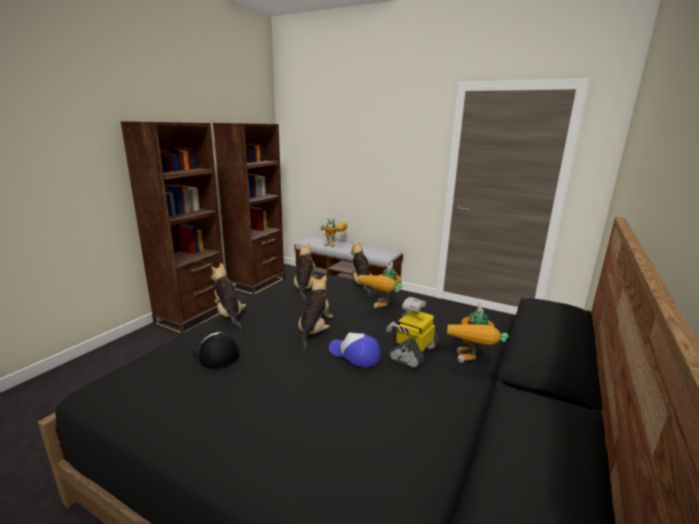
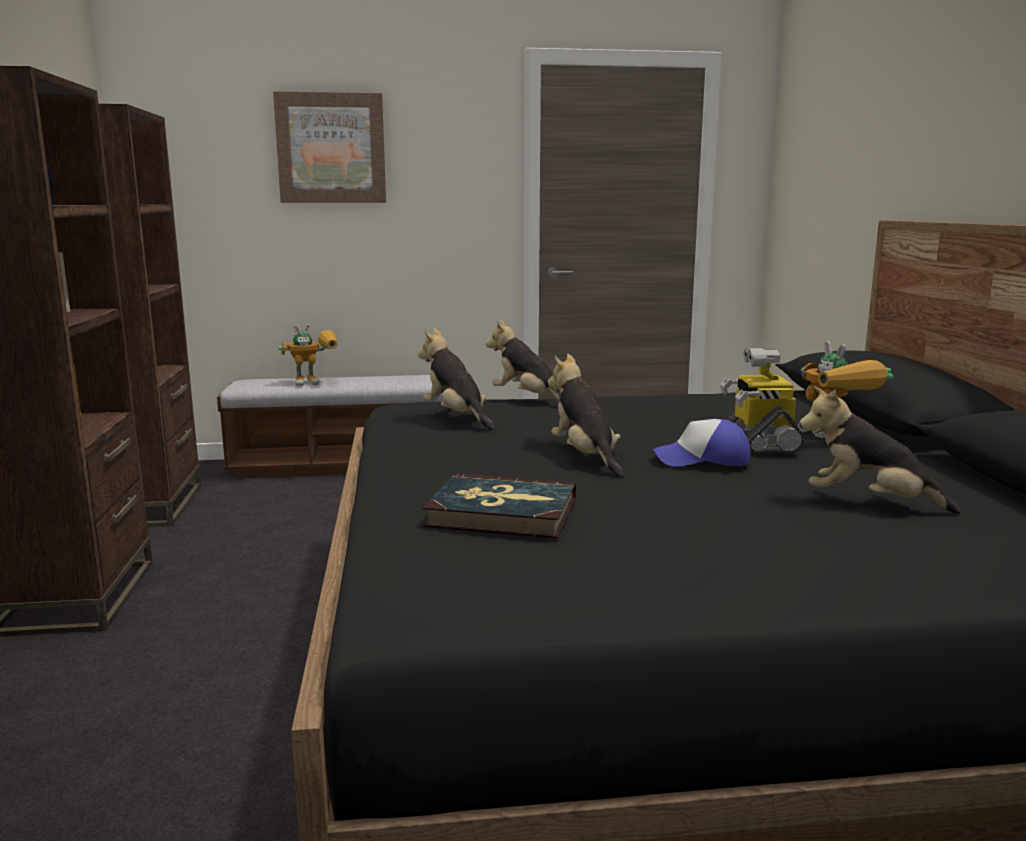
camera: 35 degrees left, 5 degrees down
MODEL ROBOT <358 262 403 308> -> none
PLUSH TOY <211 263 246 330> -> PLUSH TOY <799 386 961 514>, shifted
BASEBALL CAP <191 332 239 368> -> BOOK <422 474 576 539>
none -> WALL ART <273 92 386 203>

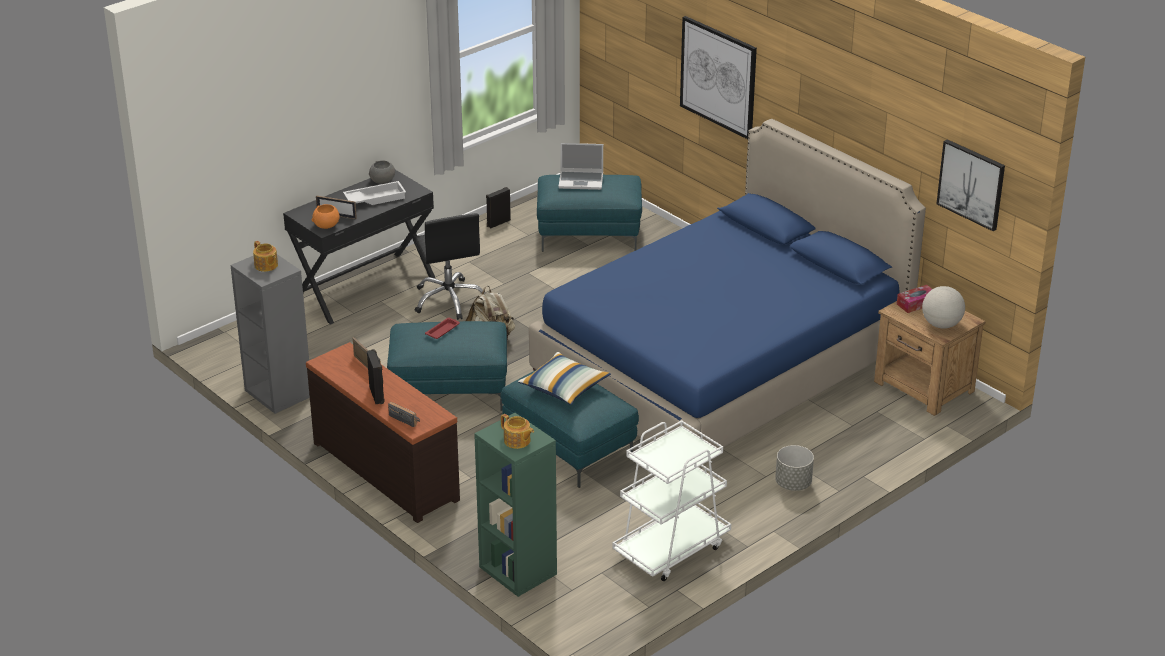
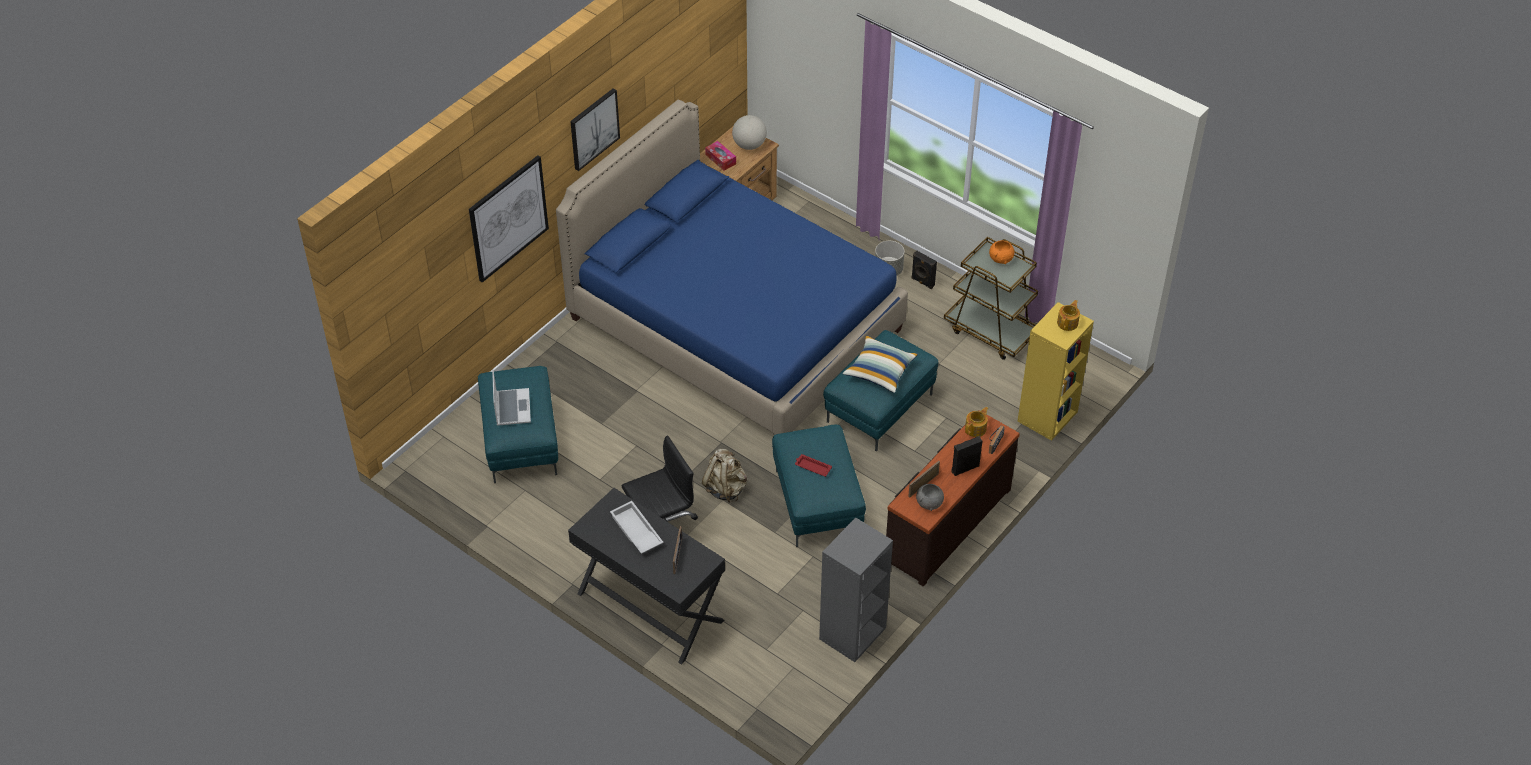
camera: 100 degrees left, 15 degrees up
WALL ART <936 140 1005 231> -> WALL ART <570 88 620 171>, shifted
GRAY BOWL <369 160 395 184> -> GRAY BOWL <916 484 944 511>, shifted
BLACK LOUDSPEAKER <486 187 511 228> -> BLACK LOUDSPEAKER <911 251 937 289>, shifted
ORANGE-COLOURED BOWL <312 204 340 229> -> ORANGE-COLOURED BOWL <989 240 1014 264>, shifted
TEA POT <253 241 278 272> -> TEA POT <965 407 988 437>, shifted
GREEN BOOKCASE <474 413 557 597> -> YELLOW-COLOURED BOOKCASE <1017 302 1094 441>
WHITISH WHEELED CART <612 420 731 581> -> BROWN WHEELED CART <944 237 1038 360>

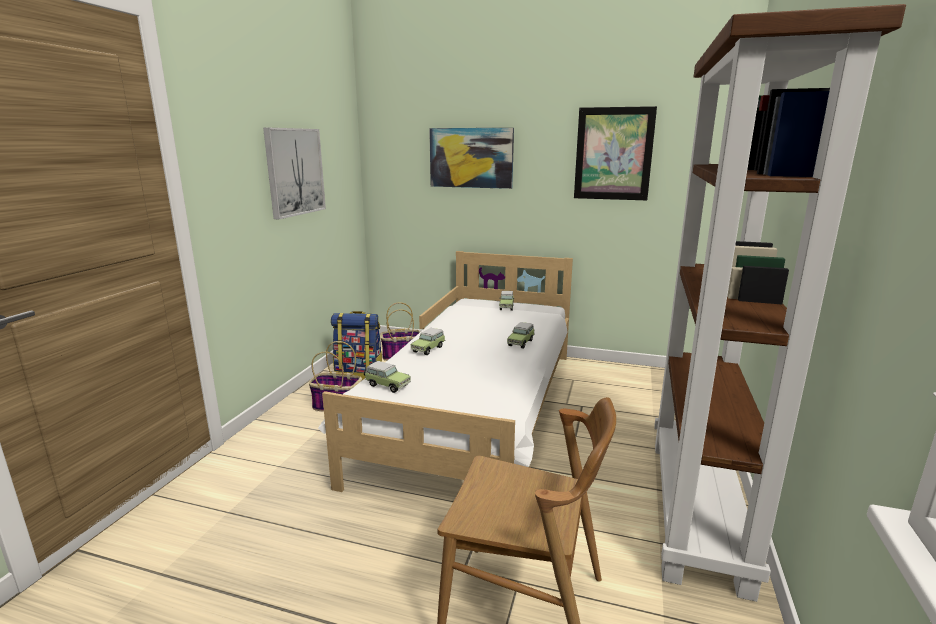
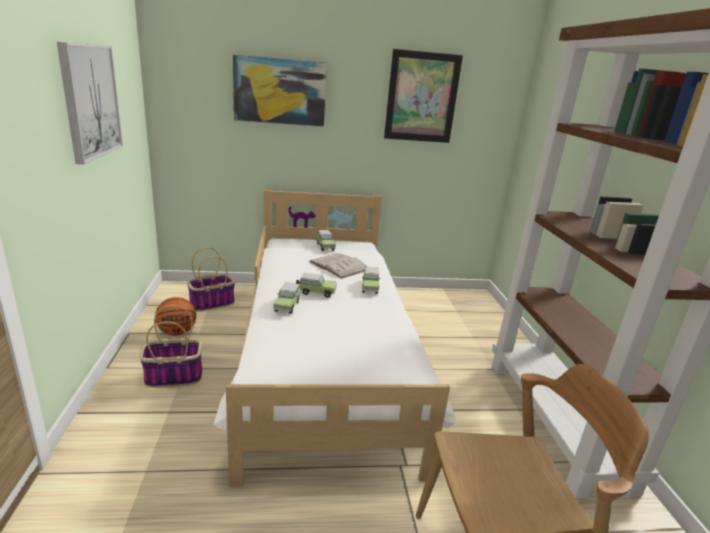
camera: 25 degrees left, 5 degrees up
KNAPSACK <331 311 382 380> -> BALL FOR BASKETBALL <156 297 196 336>
MODEL CAR <364 361 411 393> -> MODEL CAR <296 273 337 298>, shifted
none -> WHITISH BOOK <309 253 367 279>

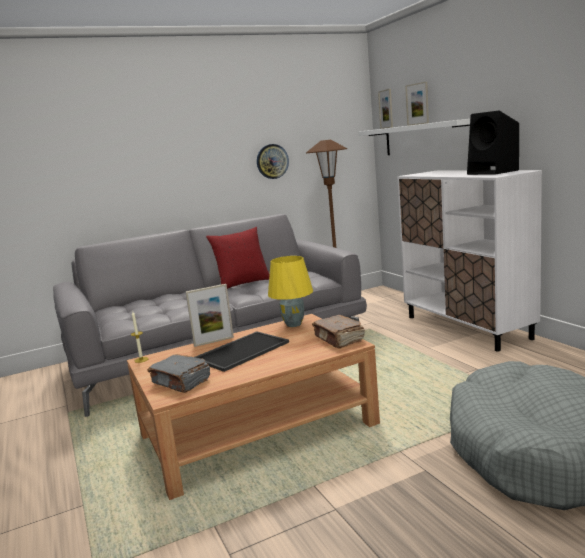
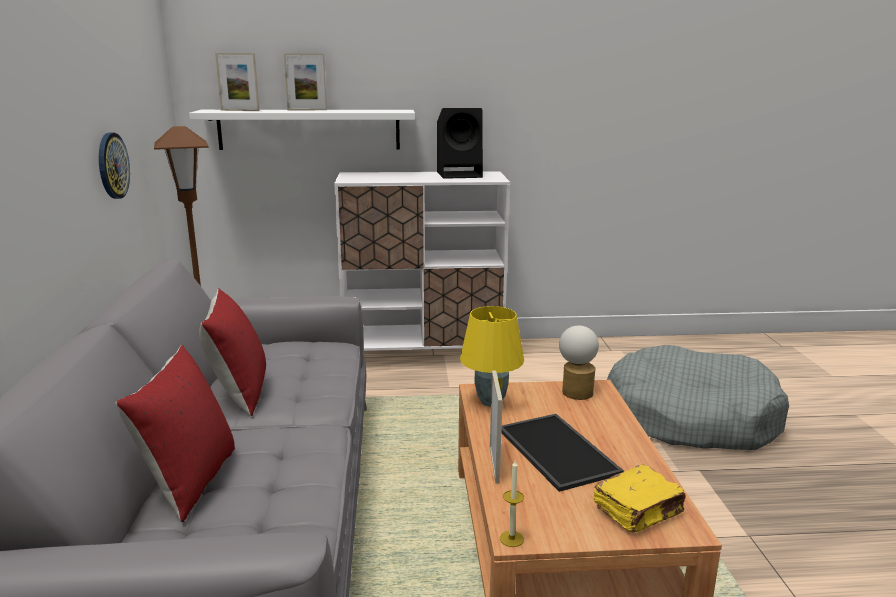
camera: 70 degrees left, 5 degrees up
BROWN BOOK <312 315 365 348> -> TABLETOP LAMP <559 325 599 400>
GRAY BOOK <147 354 210 393> -> YELLOW-COLOURED BOOK <593 465 686 532>
none -> RED-COLOURED THROW PILLOW <116 345 235 522>

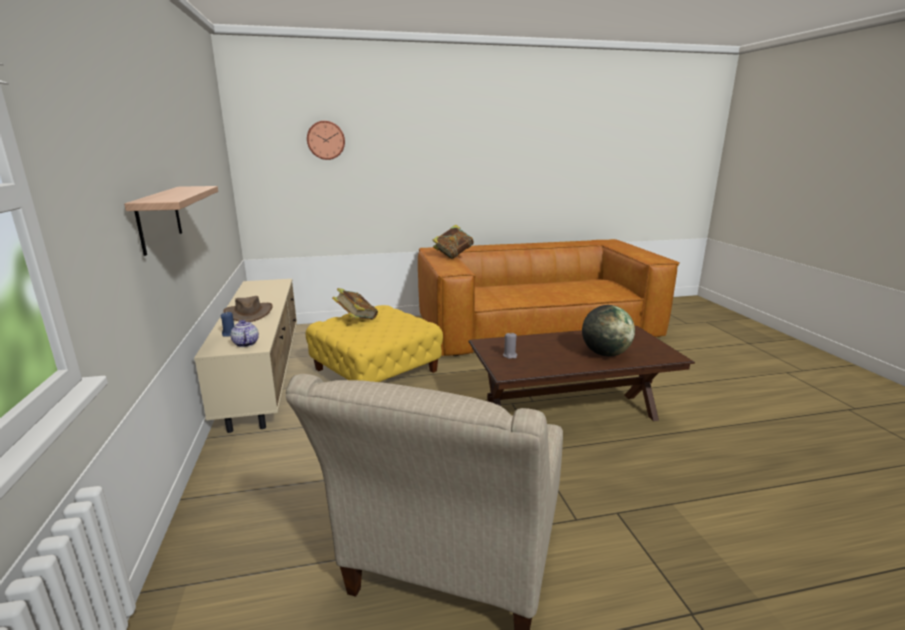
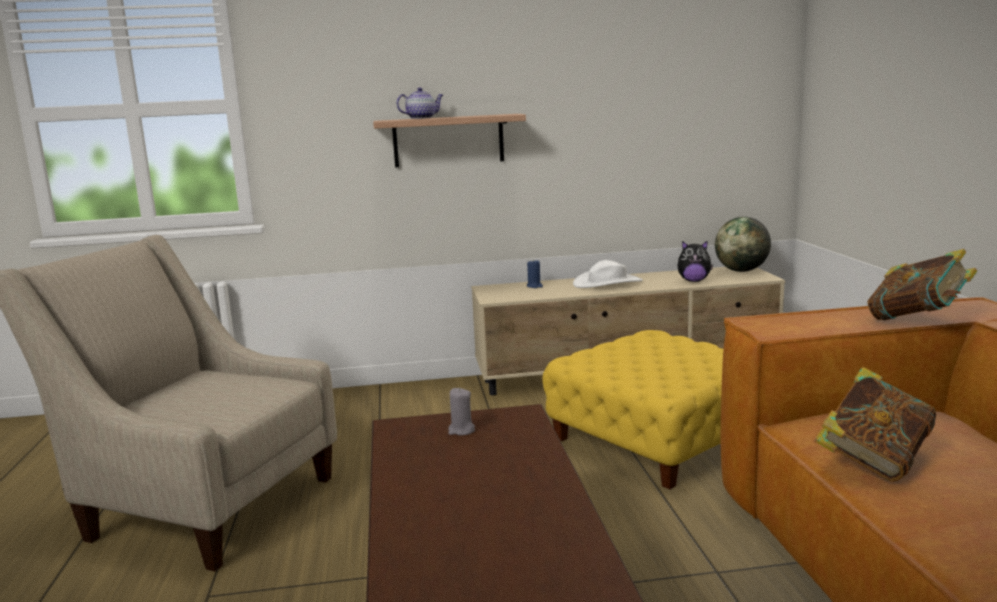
camera: 95 degrees right, 5 degrees down
WALL CLOCK <307 121 345 160> -> none
BOOK <332 288 378 320> -> BOOK <814 367 936 482>, shifted
BROWN WEARABLE HAT <223 296 272 322> -> WHITISH WEARABLE HAT <573 260 643 288>
GLOBE <582 305 635 356> -> GLOBE <715 217 771 272>, shifted
TEA POT <231 320 259 347> -> TEA POT <396 88 443 119>, shifted
none -> PLUSH TOY <677 241 713 282>

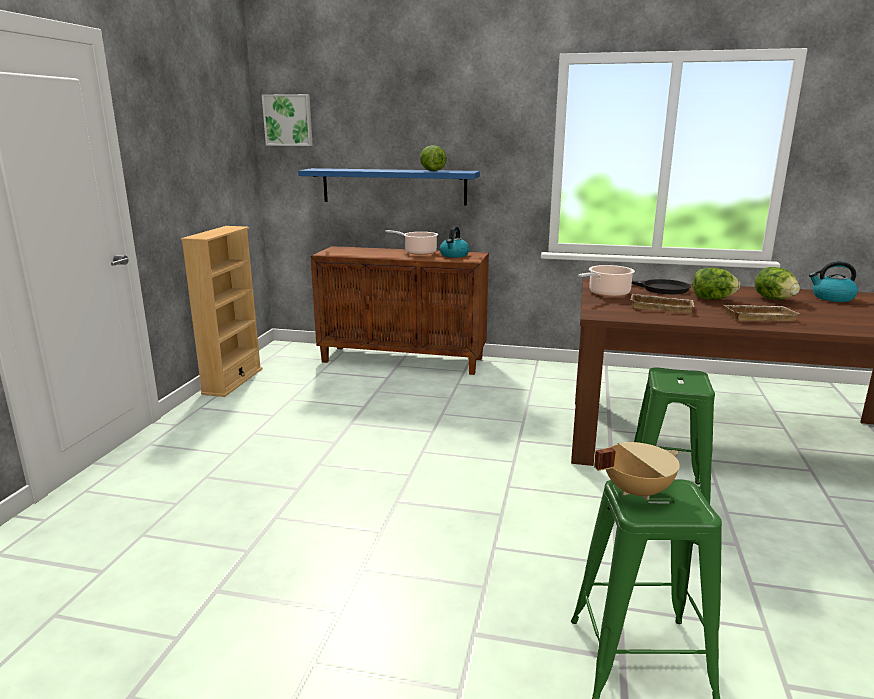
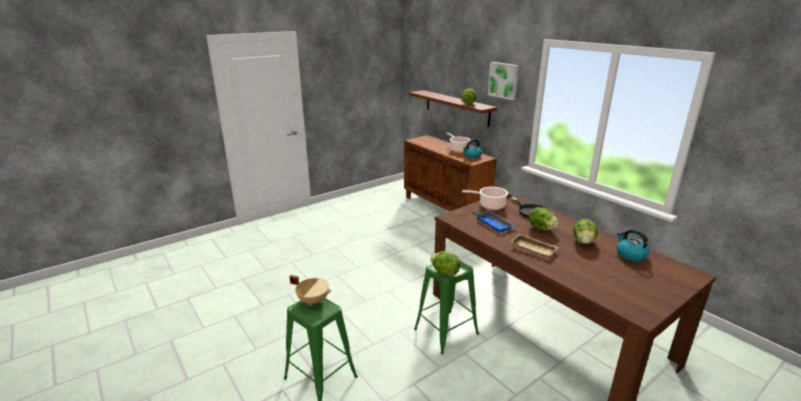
camera: 40 degrees right, 5 degrees up
WALL ART <262 94 313 146> -> WALL ART <488 62 519 100>, shifted
BLUISH WALL SHELF <298 168 480 206> -> BROWN WALL SHELF <409 90 497 127>
SAND-COLOURED BOOKCASE <181 226 262 397> -> none
SAND-COLOURED TRAY <630 294 694 313> -> BLUISH TRAY <476 210 515 233>
none -> LETTUCE <431 251 461 277>

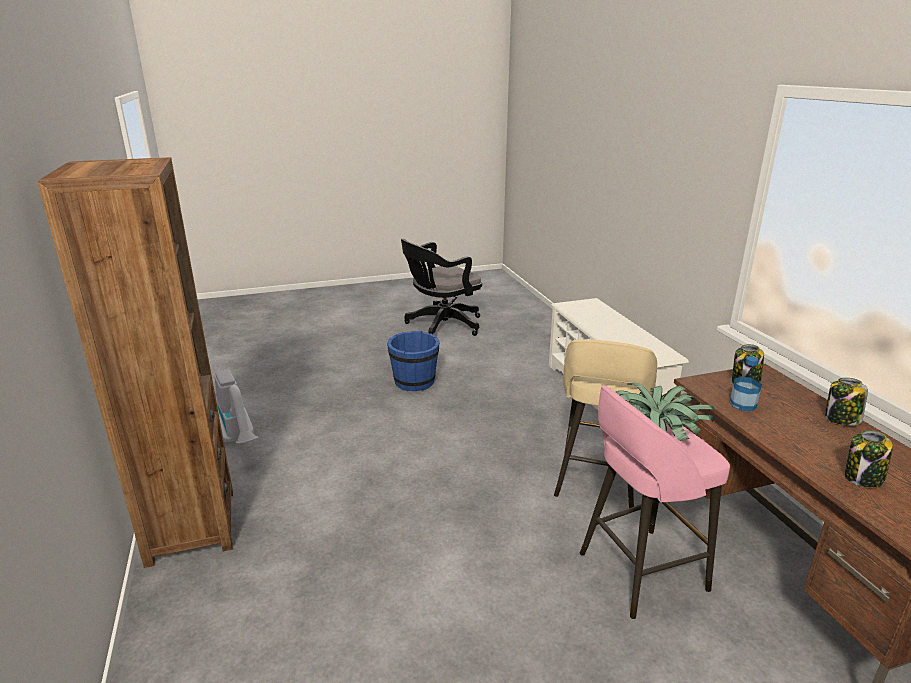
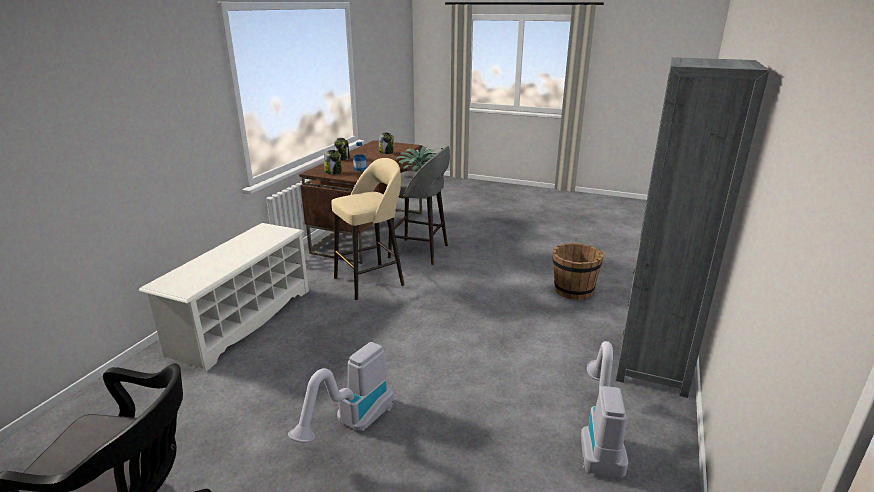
camera: 140 degrees left, 0 degrees up
BROWN BOOKCASE <37 157 233 568> -> GRAY BOOKCASE <616 57 770 398>
BLUISH WATER BUCKET <387 331 440 391> -> VACUUM <288 342 393 443>
PINK-COLOURED STOOL SEAT <580 385 730 619> -> GRAY STOOL SEAT <388 146 450 265>
none -> BROWN WATER BUCKET <552 243 603 300>

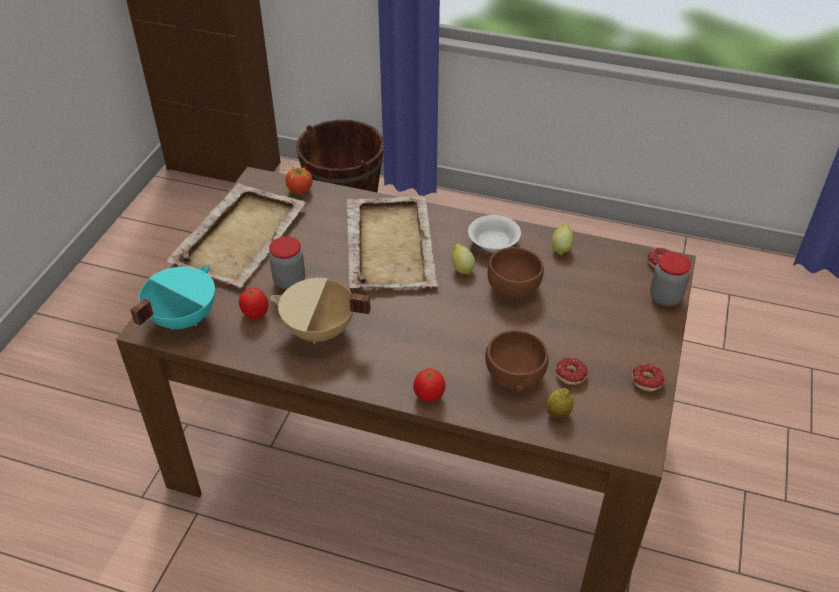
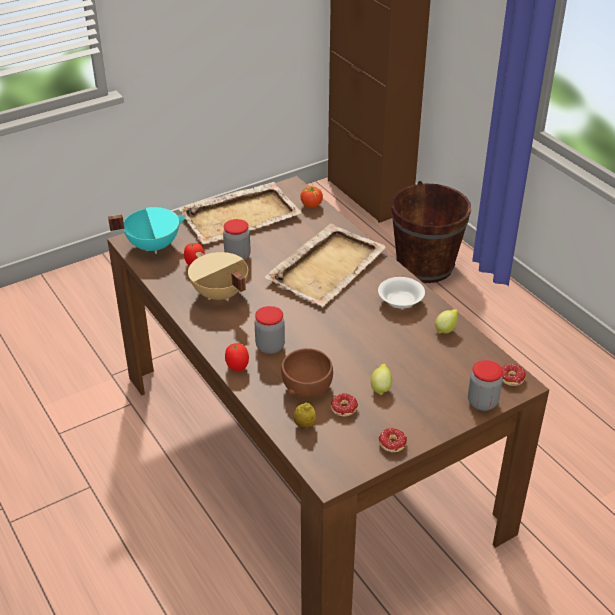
camera: 40 degrees right, 5 degrees down
WHOLE LEMON <452 243 475 274> -> WHOLE LEMON <371 364 392 395>, shifted
BROWN BOWL <487 247 544 299> -> none
none -> PRESERVE JAR <255 306 285 354>

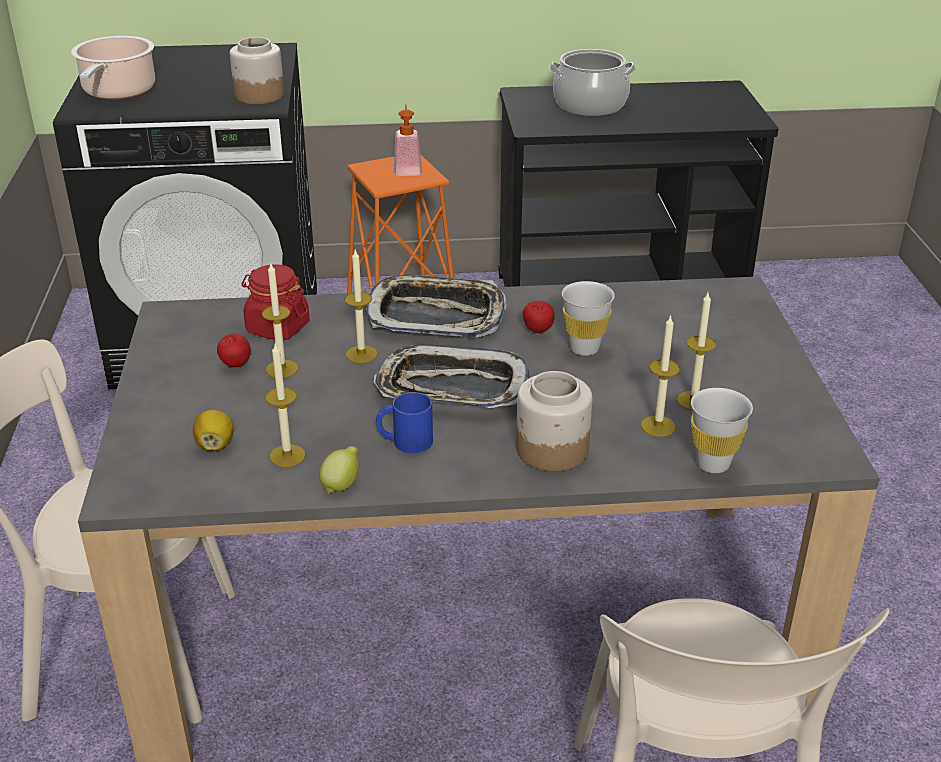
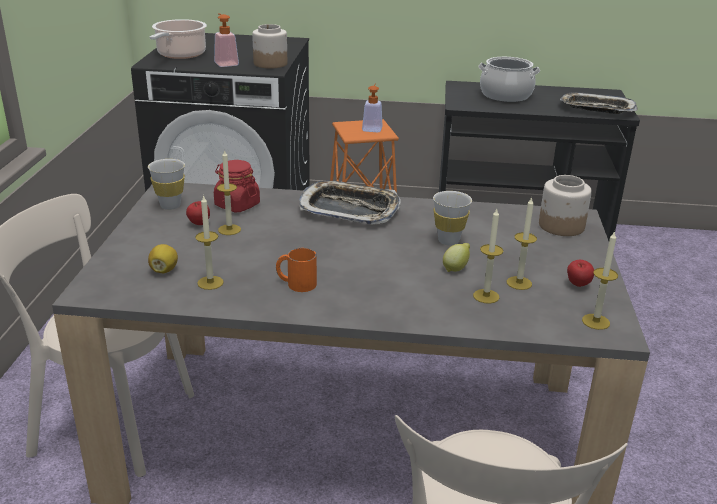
camera: 10 degrees right, 5 degrees down
WAX CANDLE <344 250 377 363> -> WAX CANDLE <582 231 618 330>, shifted
APPLE <523 301 554 333> -> APPLE <567 260 594 287>, shifted
TRAY <374 344 530 408> -> TRAY <560 92 638 114>, shifted
PRESERVE JAR <516 371 593 471> -> PRESERVE JAR <539 175 592 236>, shifted
WHITISH CUP <691 388 753 473> -> WHITISH CUP <148 159 185 210>, shifted
BLUISH MUG <376 392 433 453> -> ORANGE-COLOURED MUG <276 248 317 292>
WHOLE LEMON <319 446 359 494> -> WHOLE LEMON <443 243 470 272>, shifted
none -> SOAP BOTTLE <214 13 239 67>

